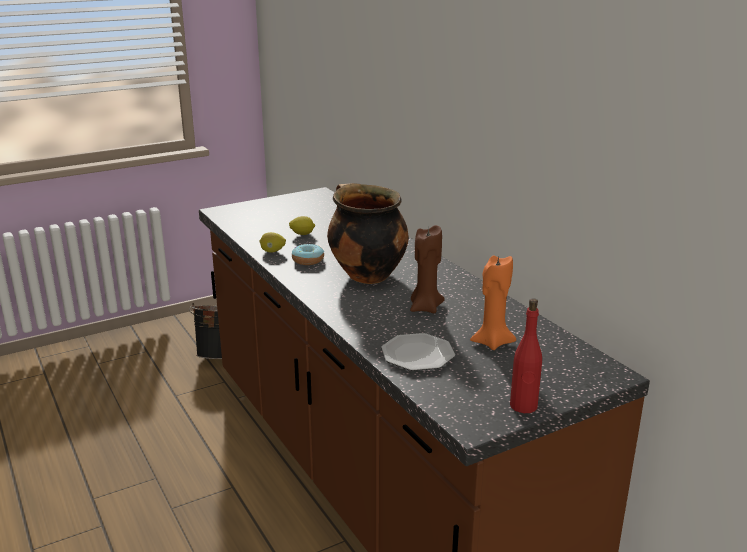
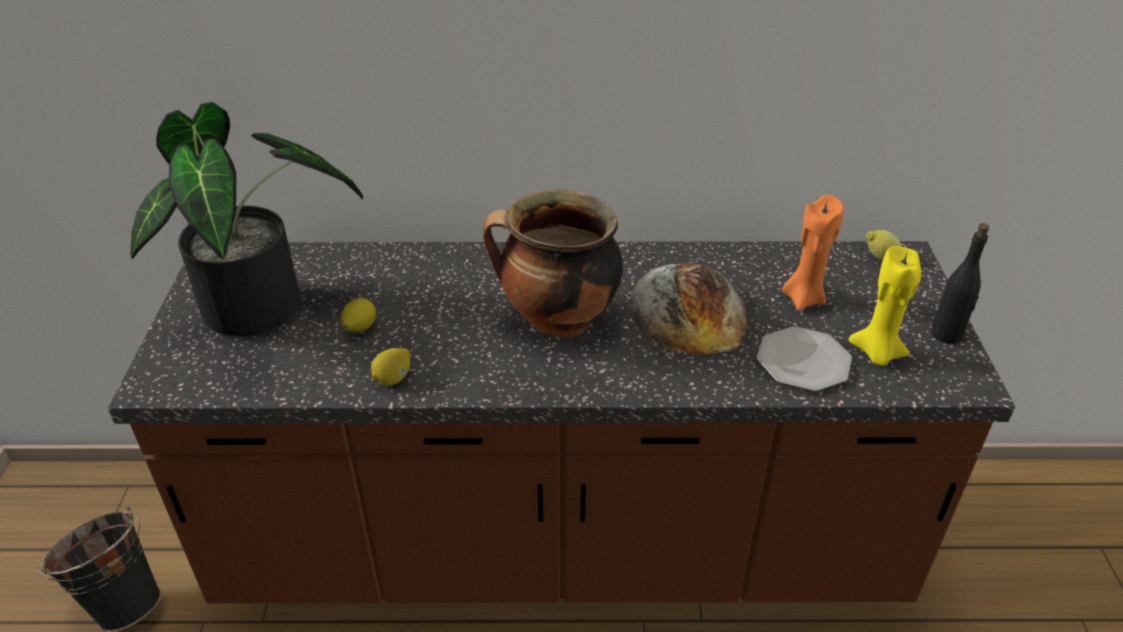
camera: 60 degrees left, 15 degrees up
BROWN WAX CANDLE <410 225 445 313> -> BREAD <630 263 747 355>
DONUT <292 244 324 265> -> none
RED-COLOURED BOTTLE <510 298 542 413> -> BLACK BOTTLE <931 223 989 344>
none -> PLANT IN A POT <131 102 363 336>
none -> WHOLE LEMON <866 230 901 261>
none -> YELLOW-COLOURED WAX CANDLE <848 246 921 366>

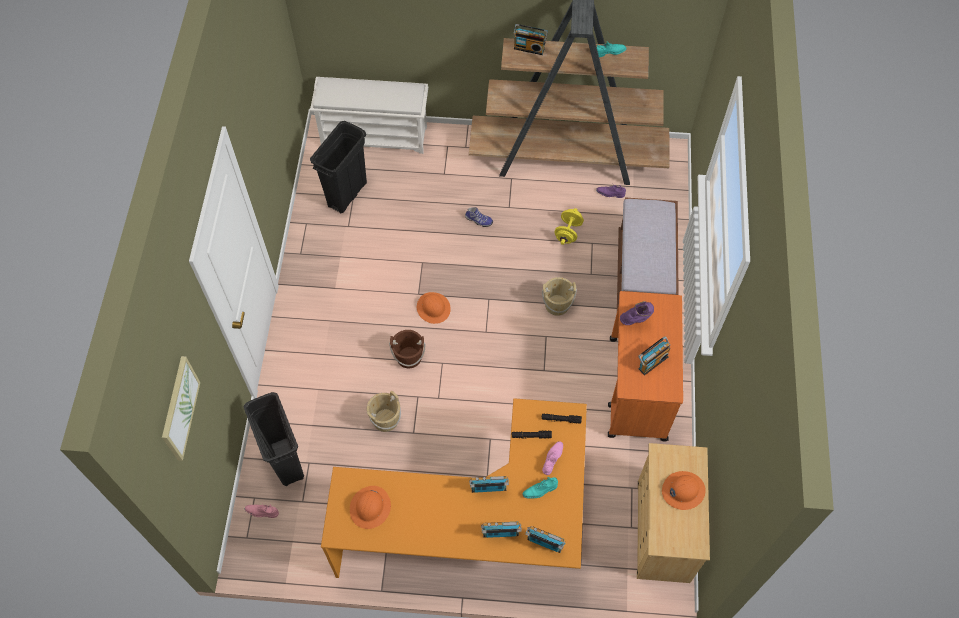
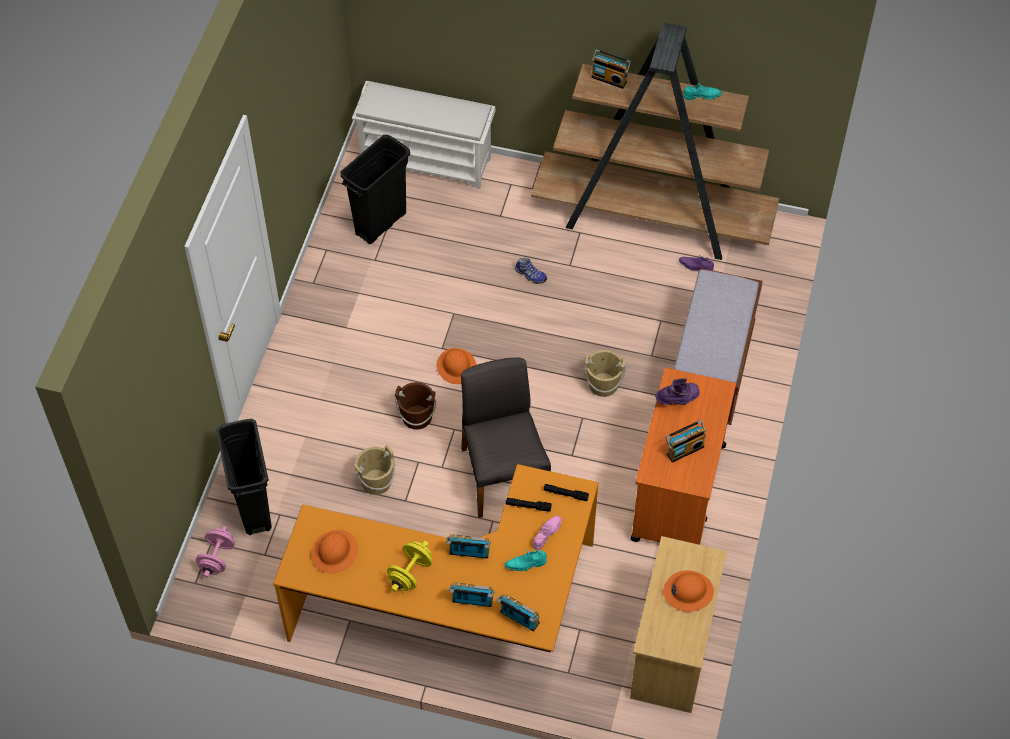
camera: 10 degrees right, 5 degrees down
YELLOW-COLOURED FREE WEIGHT <554 208 584 245> -> YELLOW-COLOURED FREE WEIGHT <387 541 433 592>, shifted
WALL ART <162 356 200 461> -> none
PINK-COLOURED ITEM OF FOOTWEAR <245 504 279 518> -> PINK-COLOURED FREE WEIGHT <196 526 235 578>
none -> GRAY CHAIR <461 358 551 518>

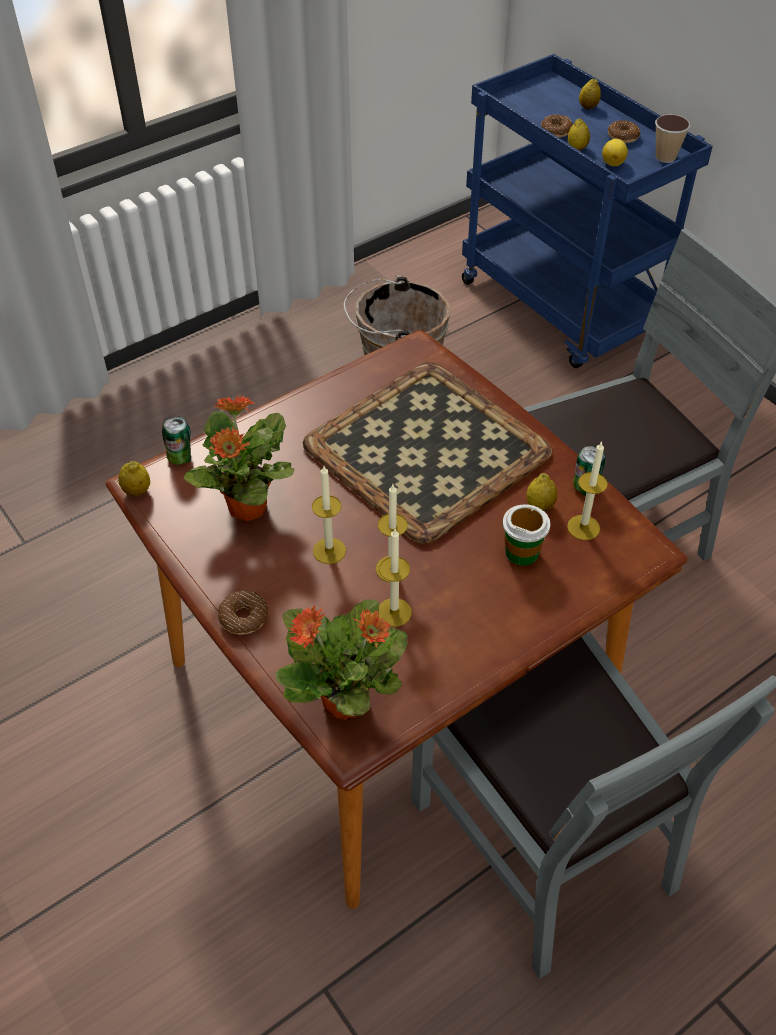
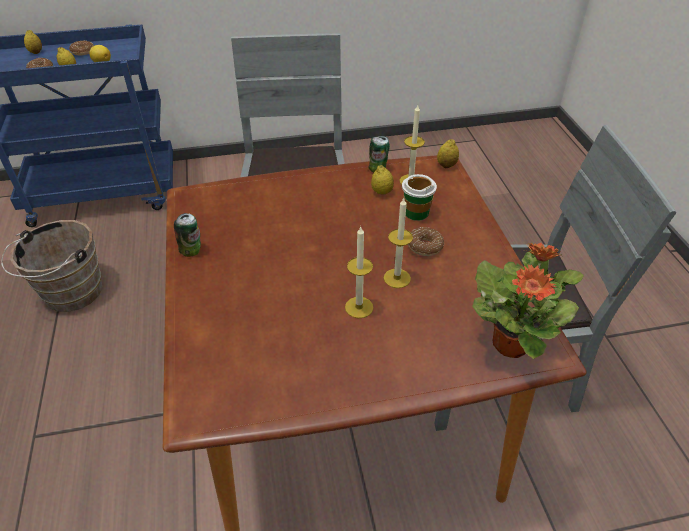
camera: 65 degrees left, 5 degrees down
CUP <655 115 690 163> -> none
TRAY <303 362 552 544> -> none
PLANT IN A POT <183 395 294 521> -> none
SEALED CAN <162 417 191 465> -> SEALED CAN <174 213 201 257>, shifted
WHOLE LEMON <118 461 150 496> -> WHOLE LEMON <437 139 459 168>, shifted
WAX CANDLE <379 529 412 627> -> none
DONUT <218 591 268 635> -> DONUT <408 227 444 256>, shifted

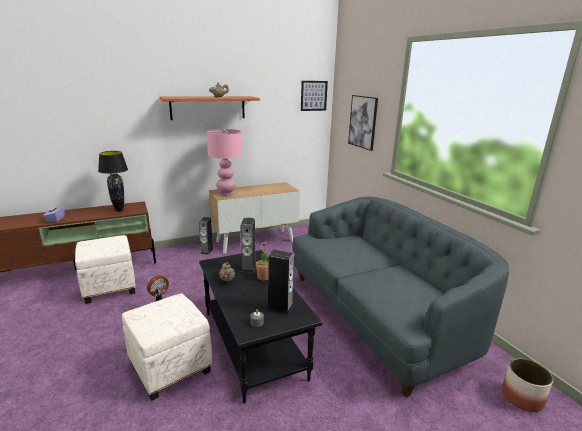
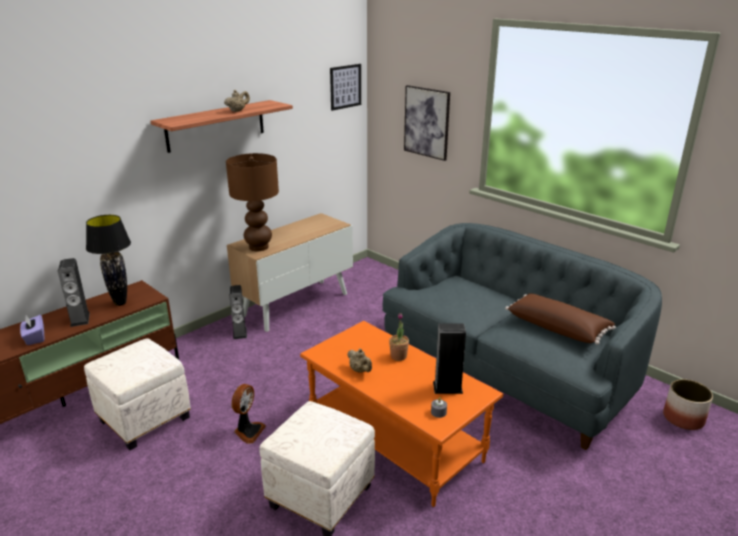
camera: 20 degrees left, 5 degrees up
PINK-COLOURED TABLETOP LAMP <207 129 242 196> -> BROWN TABLETOP LAMP <226 153 279 251>
LOUDSPEAKER <240 218 256 272> -> LOUDSPEAKER <58 258 90 327>, shifted
BLACK LOUNGE TABLE <199 250 322 403> -> ORANGE-COLOURED LOUNGE TABLE <300 321 503 507>
none -> BROWN THROW PILLOW <505 293 616 345>

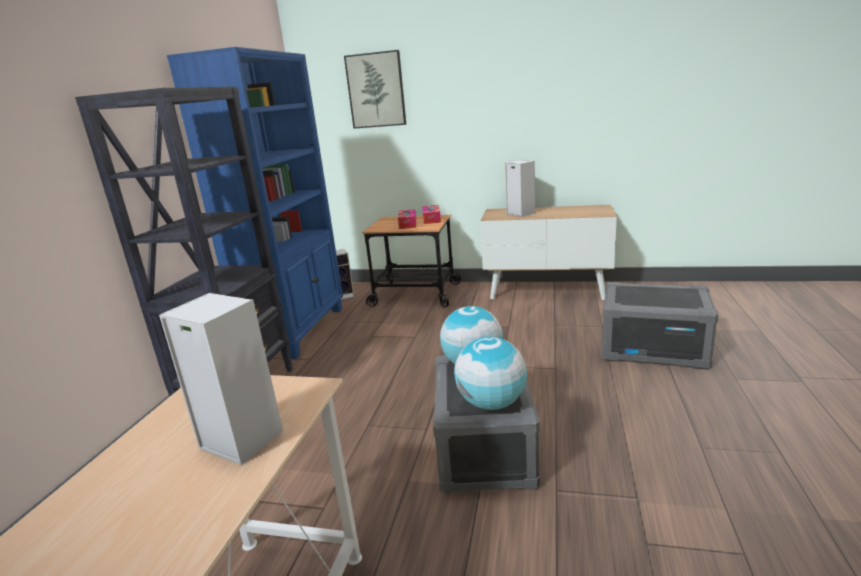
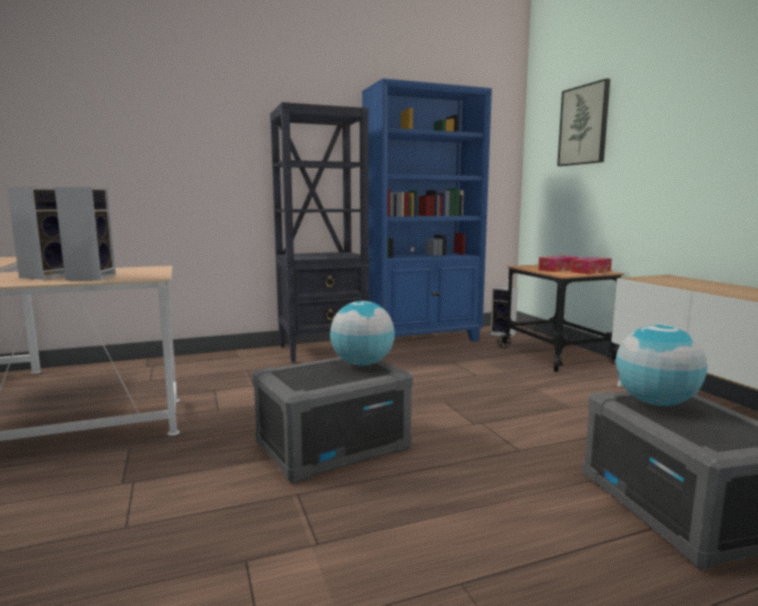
camera: 55 degrees right, 10 degrees down
LOUDSPEAKER <505 160 535 217> -> LOUDSPEAKER <7 188 65 280>, shifted
GLOBE <454 337 527 410> -> GLOBE <616 325 707 406>, shifted

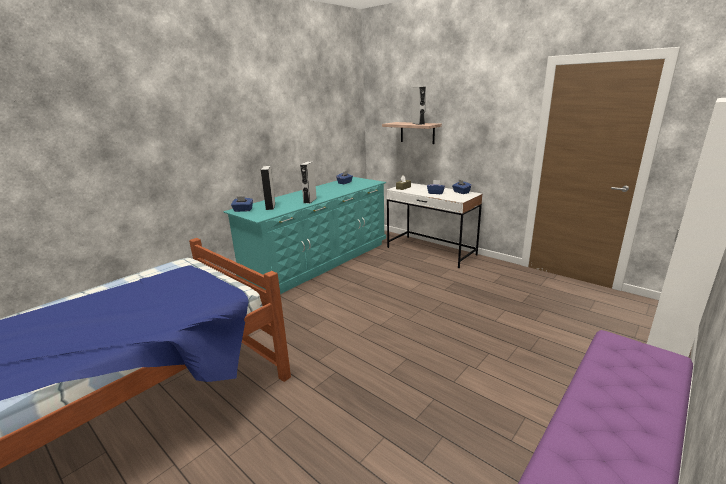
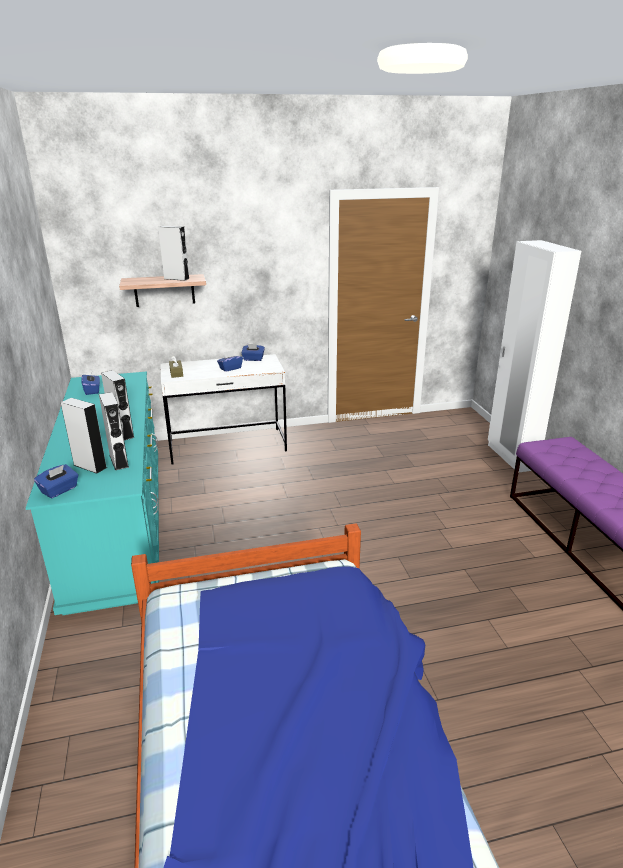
camera: 55 degrees left, 5 degrees up
none -> GRAY LOUDSPEAKER <99 392 129 470>

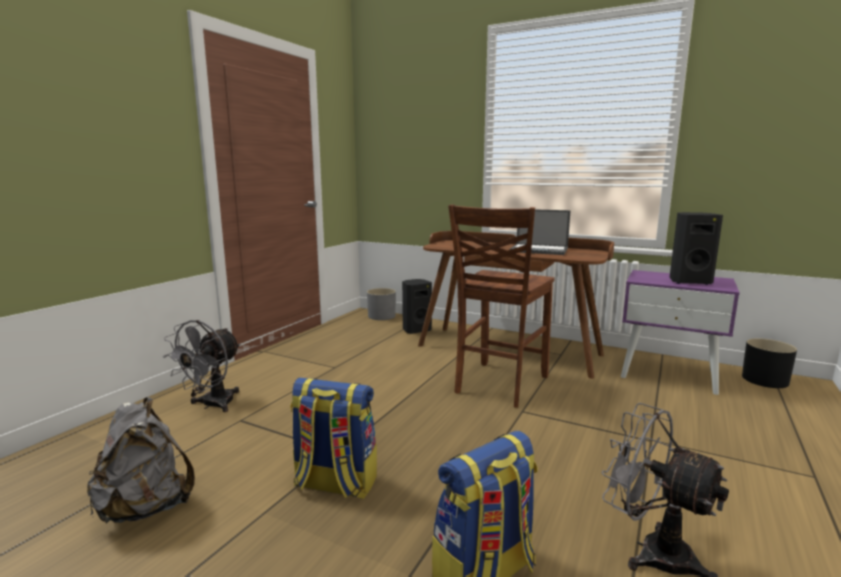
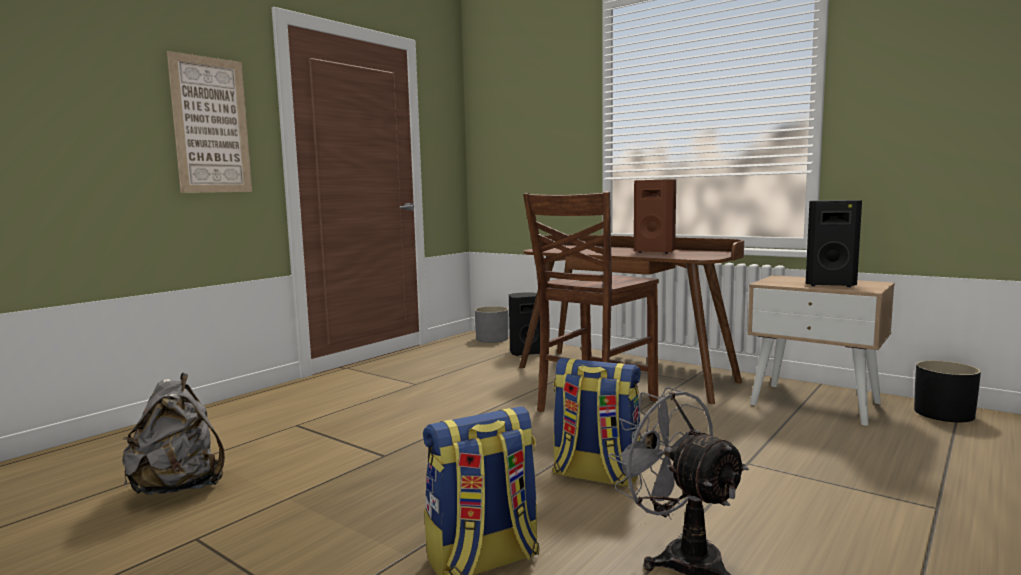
camera: 10 degrees right, 5 degrees down
NOTEBOOK COMPUTER <509 209 571 255> -> BROWN LOUDSPEAKER <634 179 676 254>
PURPLISH NIGHT TABLE <621 270 740 395> -> SAND-COLOURED NIGHT TABLE <747 275 895 426>
GRAY ELECTRIC FAN <163 320 240 412> -> none
KNAPSACK <290 377 377 499> -> KNAPSACK <552 358 641 487>, shifted
none -> WALL ART <167 51 252 193>

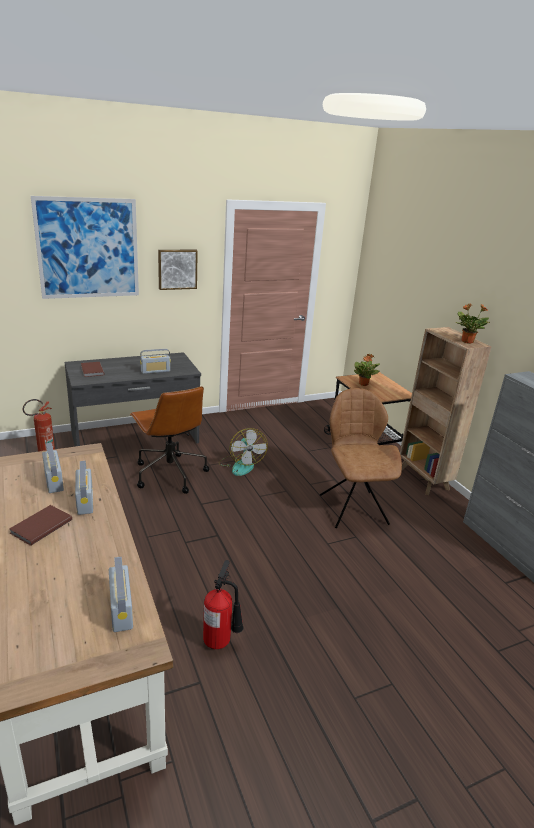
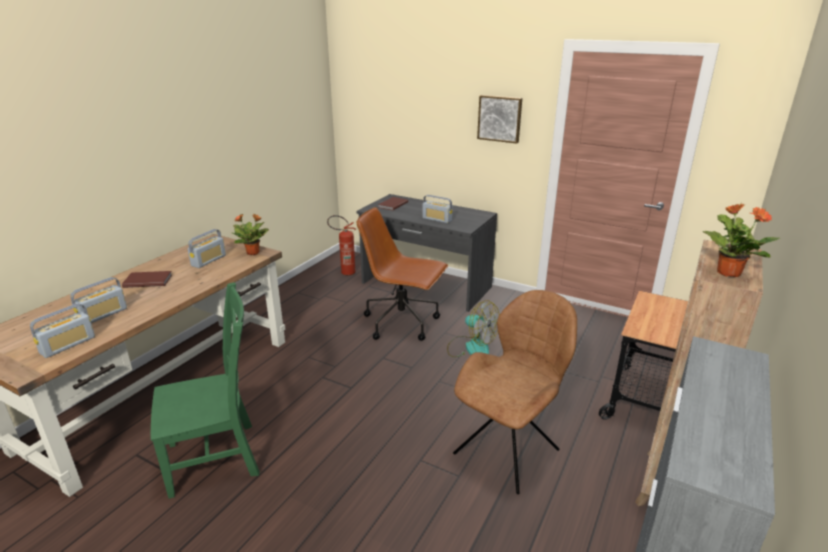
camera: 55 degrees right, 0 degrees up
WALL ART <31 196 139 299> -> none
PLANT IN A POT <354 354 380 386> -> PLANT IN A POT <231 213 269 255>, shifted
BROWN OFFICE CHAIR <130 386 209 494> -> BROWN OFFICE CHAIR <356 207 448 341>, 90 degrees clockwise
ELECTRIC FAN <219 428 268 476> -> ELECTRIC FAN <447 300 499 357>, 90 degrees counterclockwise
RADIO <75 461 93 515> -> RADIO <70 277 127 323>, shifted
FIRE-FIGHTING CYLINDER <203 560 244 649> -> GREEN CHAIR <151 282 260 499>

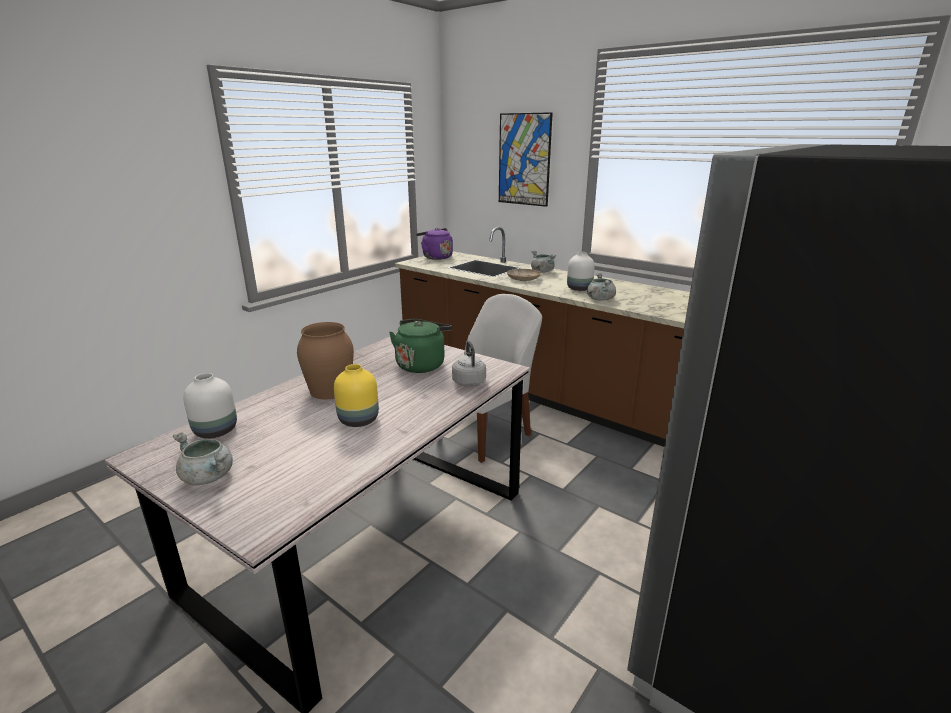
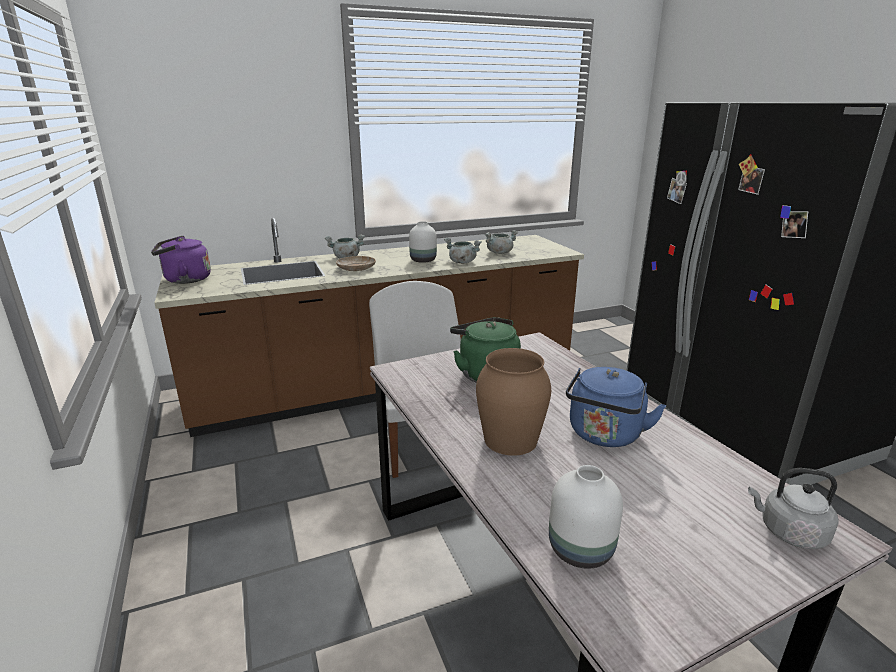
camera: 60 degrees left, 0 degrees up
WALL ART <499 112 553 207> -> none
GRAY WATER KETTLE <452 341 486 387> -> GRAY WATER KETTLE <748 468 839 549>, shifted
YELLOW-COLOURED DECORATIVE VASE <334 364 379 427> -> BLUISH WATER KETTLE <566 367 666 447>
GRAY COOKING POT <173 432 233 485> -> GRAY COOKING POT <485 230 518 254>, shifted

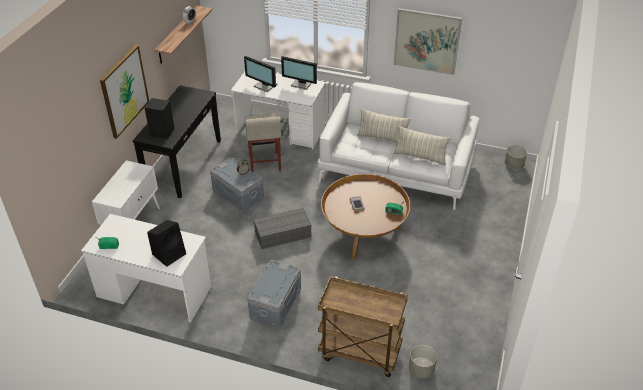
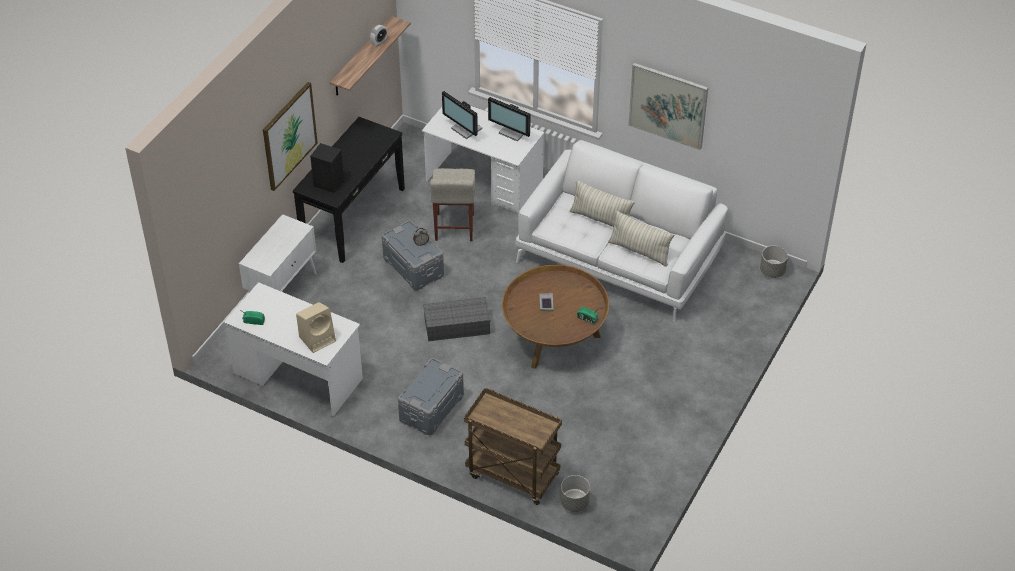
camera: 10 degrees right, 5 degrees up
BLACK LOUDSPEAKER <147 220 186 267> -> SAND-COLOURED LOUDSPEAKER <296 302 336 353>

